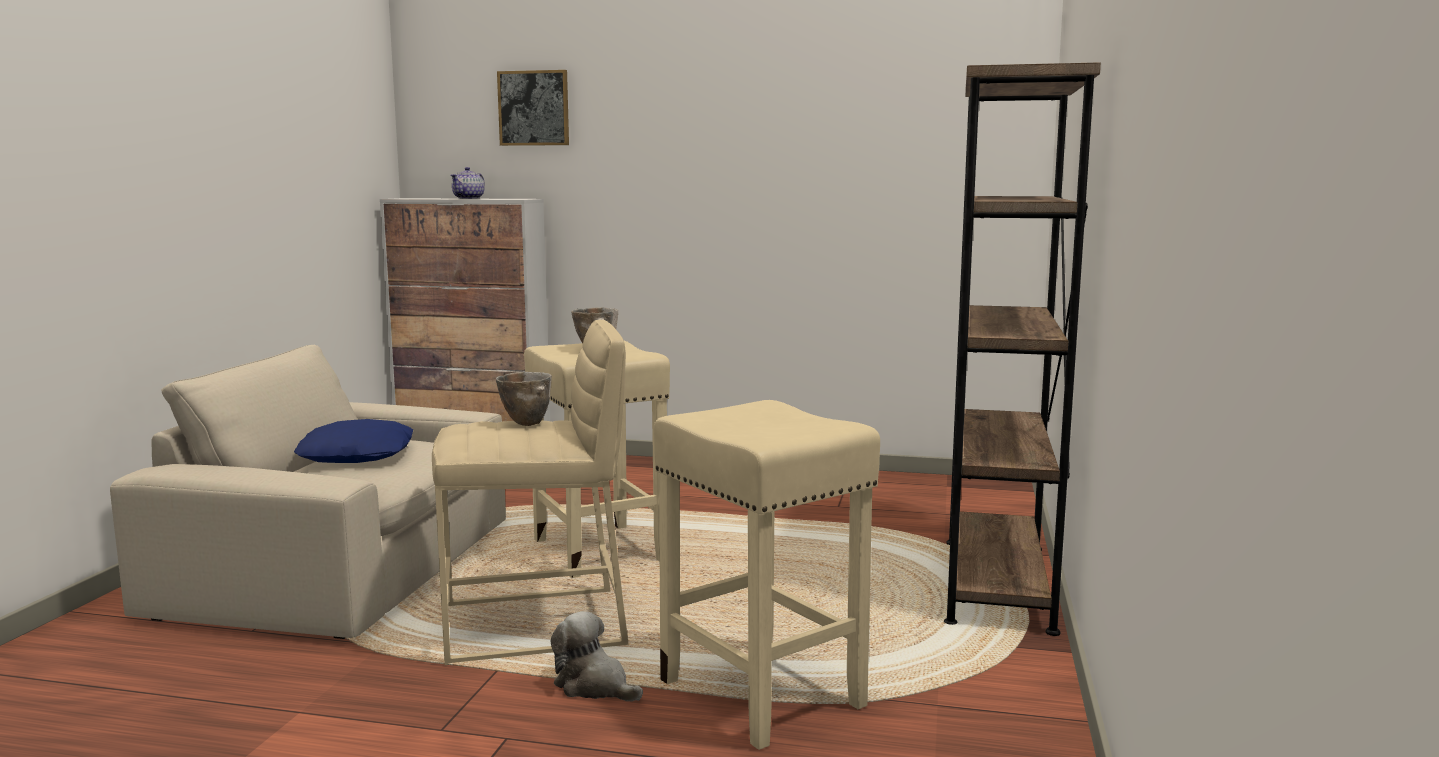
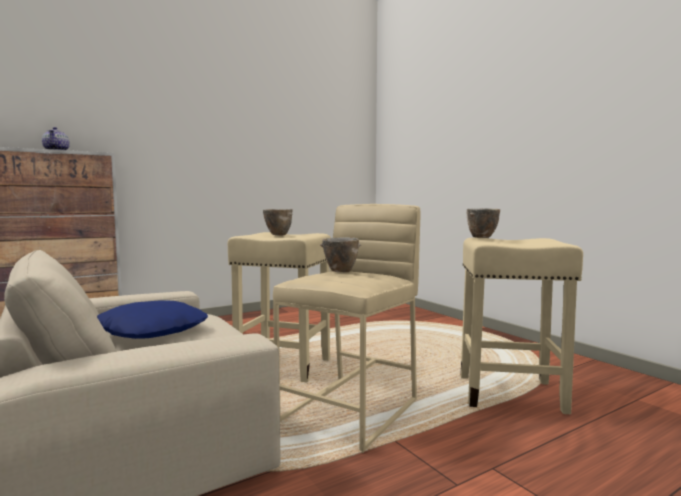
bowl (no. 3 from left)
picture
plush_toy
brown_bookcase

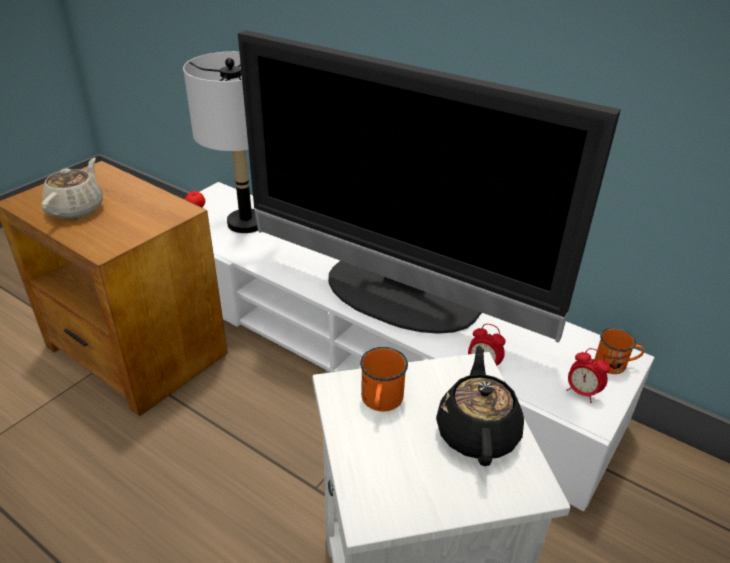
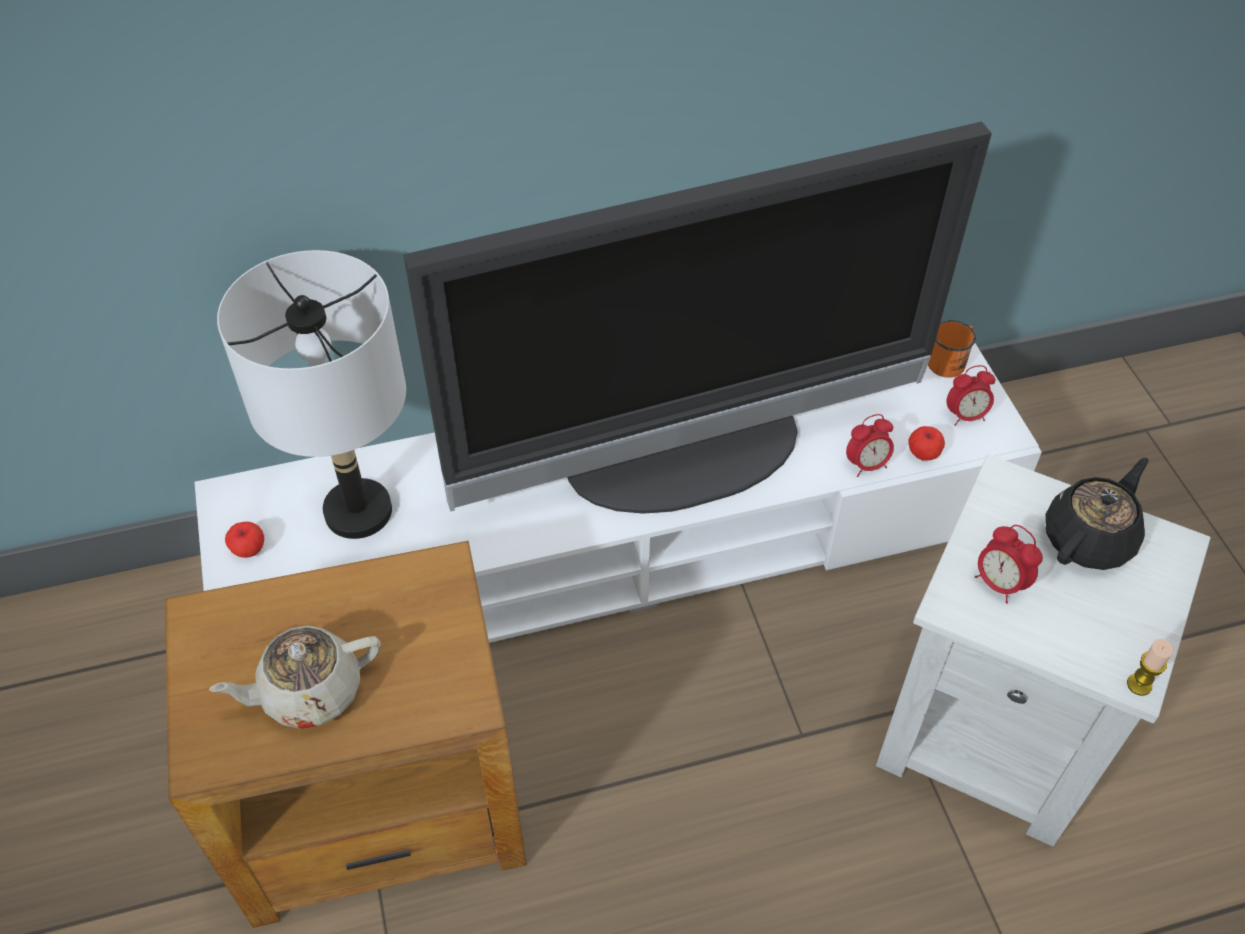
beige_teapot
apple (no. 2 from left)
alarm_clock (no. 3 from left)
black_teapot
candle

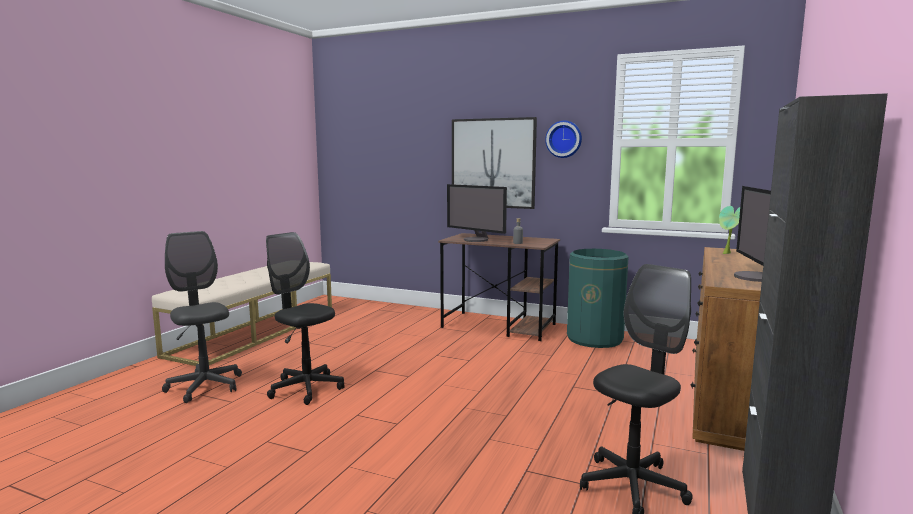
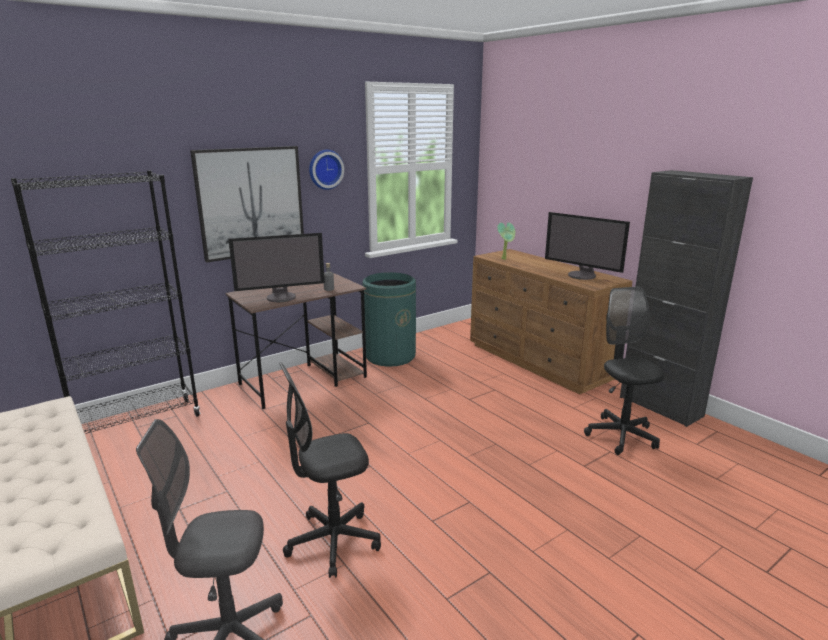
black_bookcase

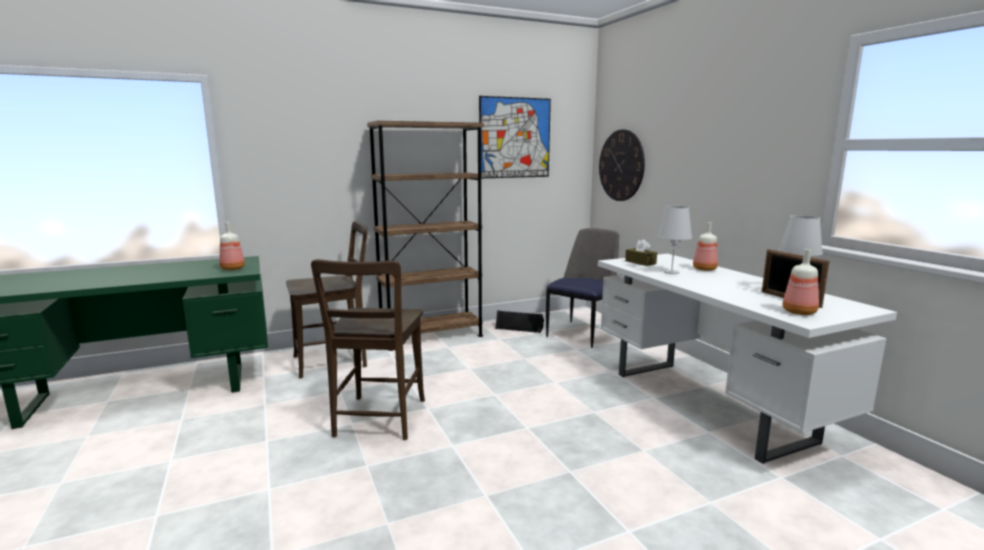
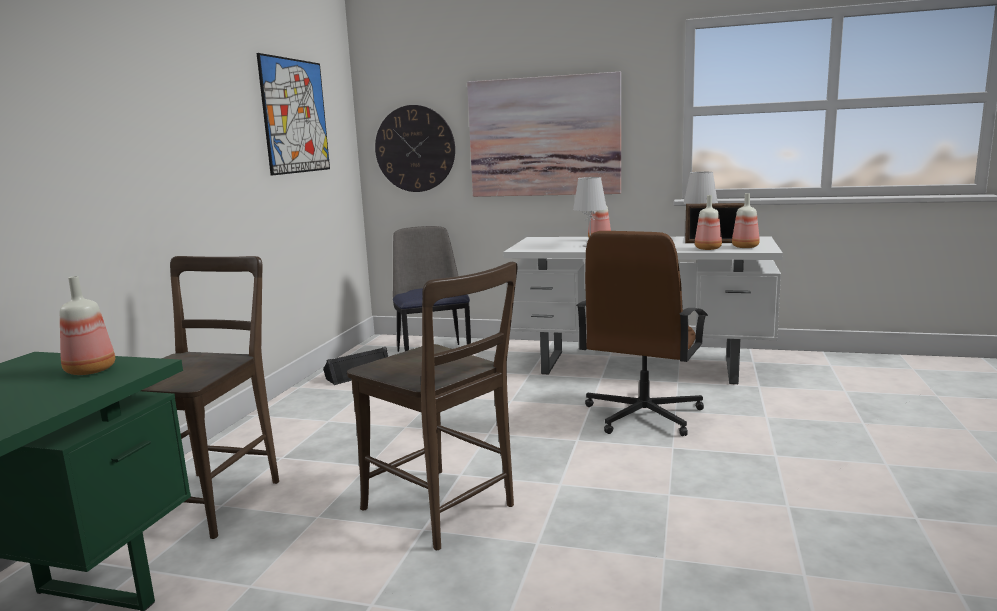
picture (no. 2 from left)
brown_office_chair
bottle (no. 3 from left)
brown_bookcase
brown_tissue_box

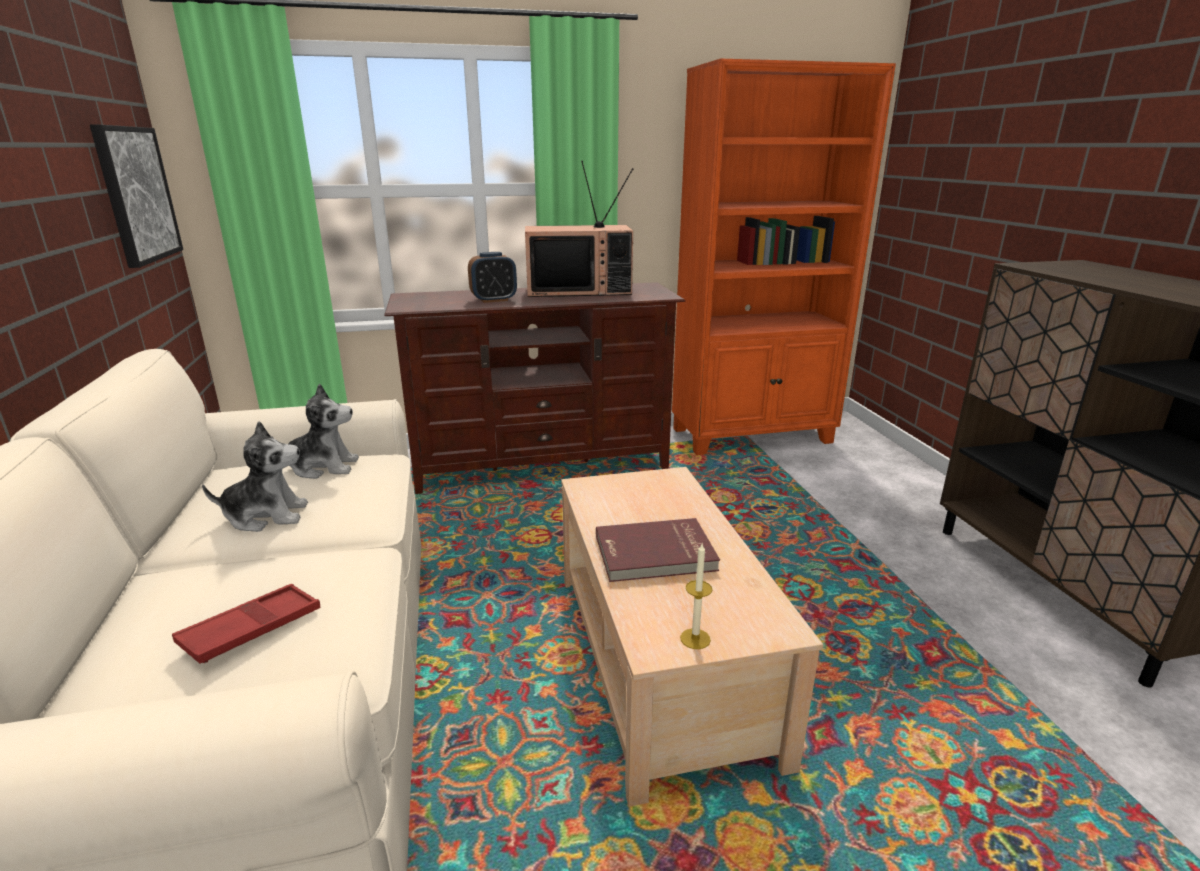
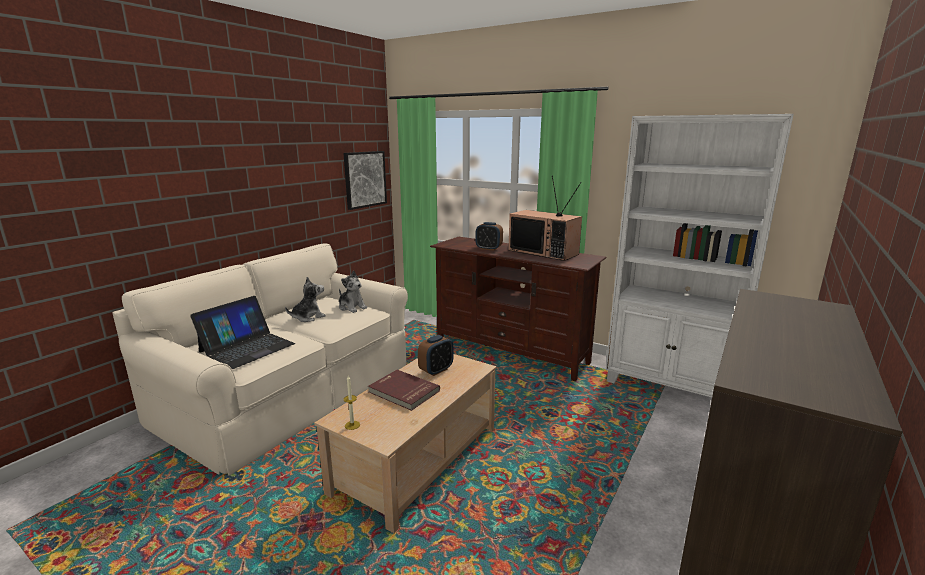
laptop
plush_toy (no. 1 from left)
alarm_clock (no. 1 from left)
white_bookcase

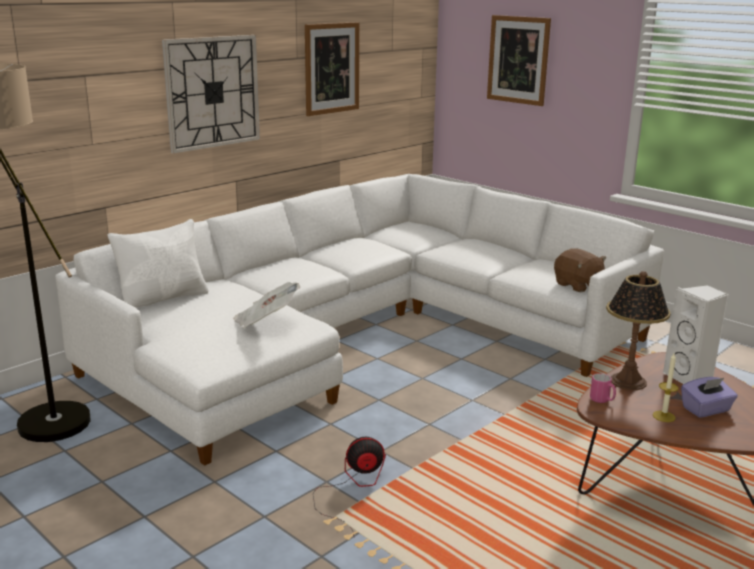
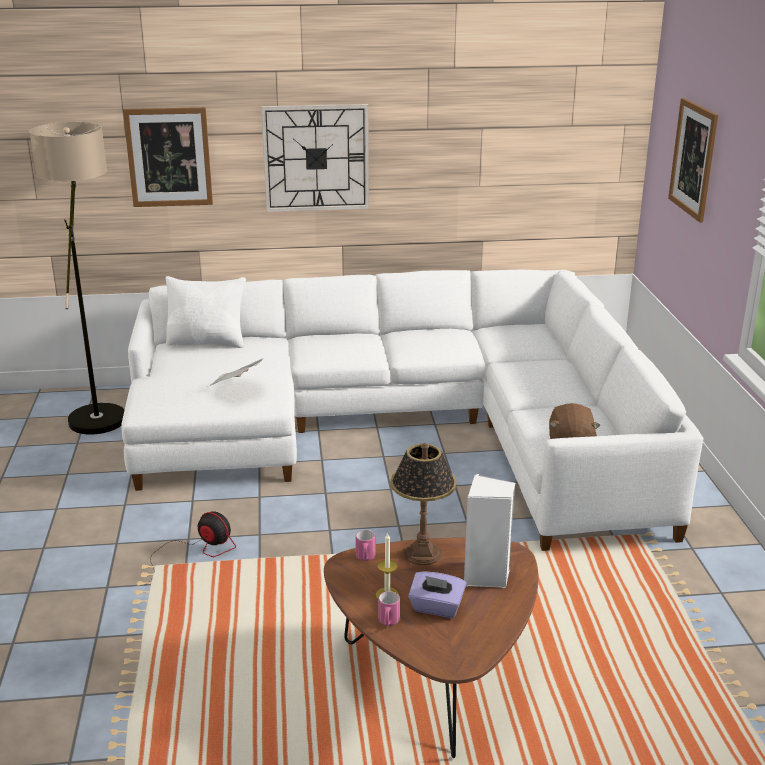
picture (no. 1 from left)
pink_mug (no. 2 from left)

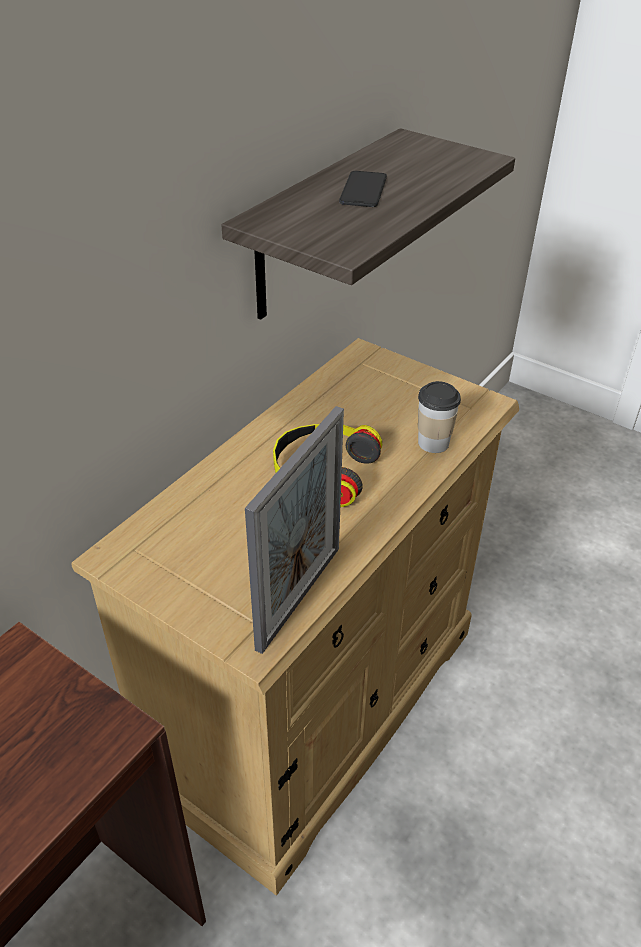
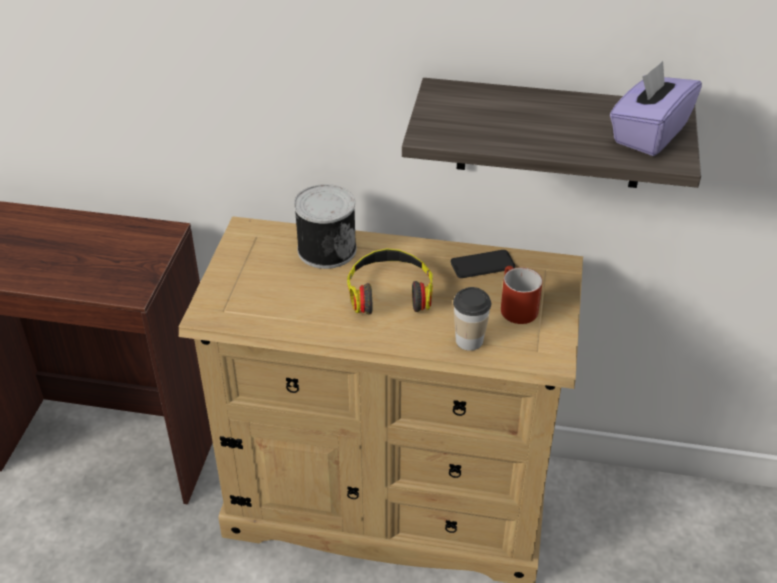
can
phone
red_mug
purple_tissue_box
picture_frame

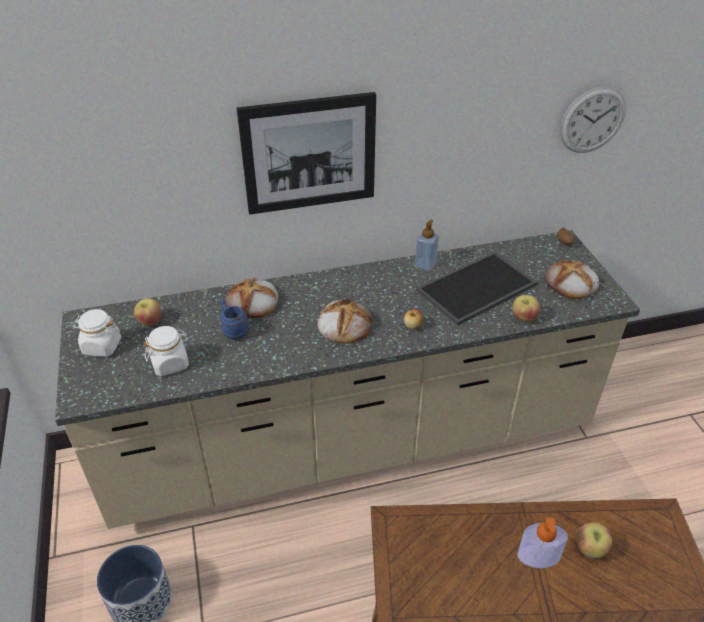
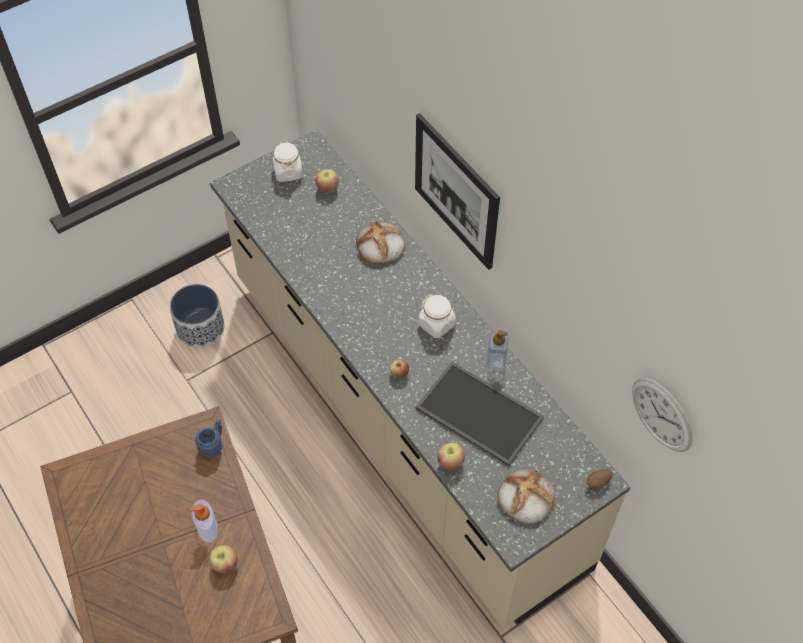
blue_mug
white_jar (no. 2 from left)
bread (no. 2 from left in the first image)

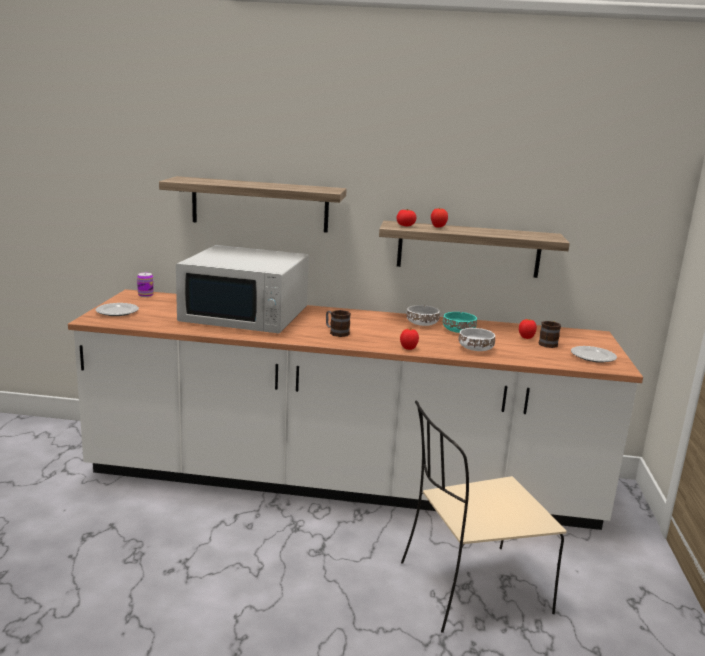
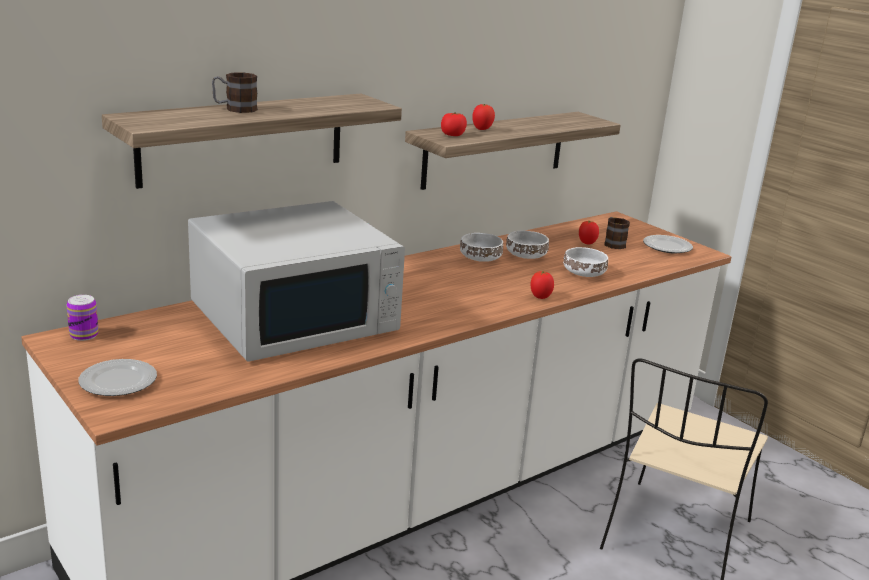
mug (no. 1 from left)
white_bowl (no. 2 from left)

